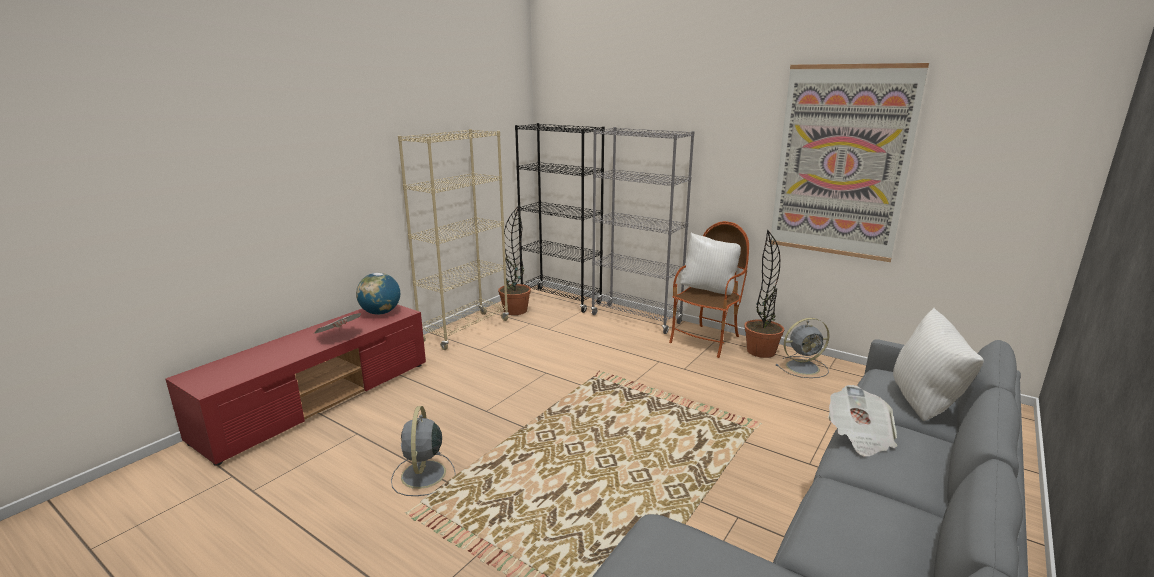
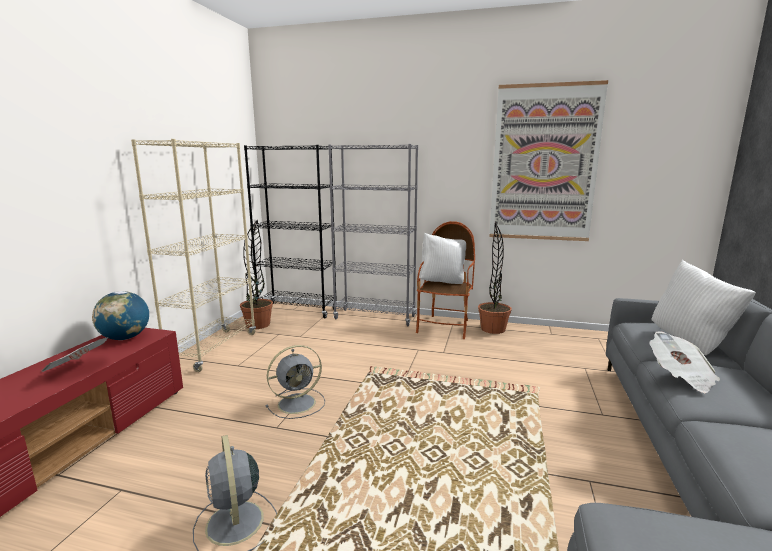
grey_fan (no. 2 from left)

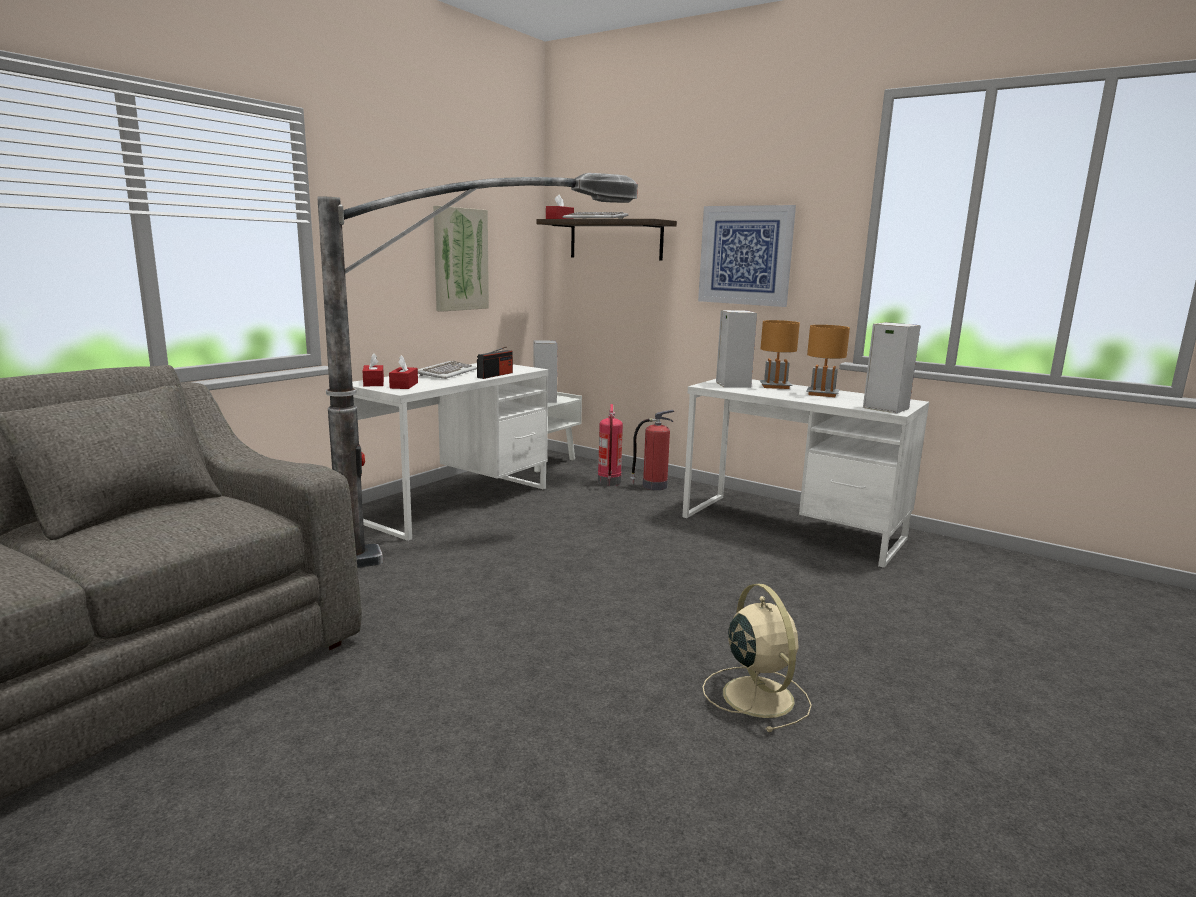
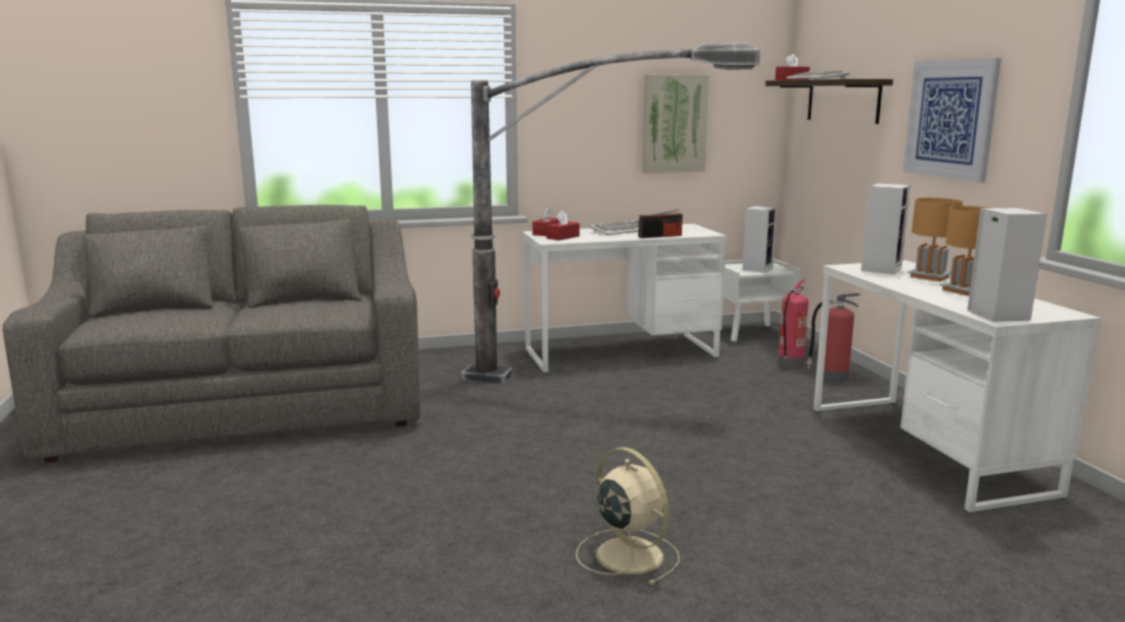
beige_fan

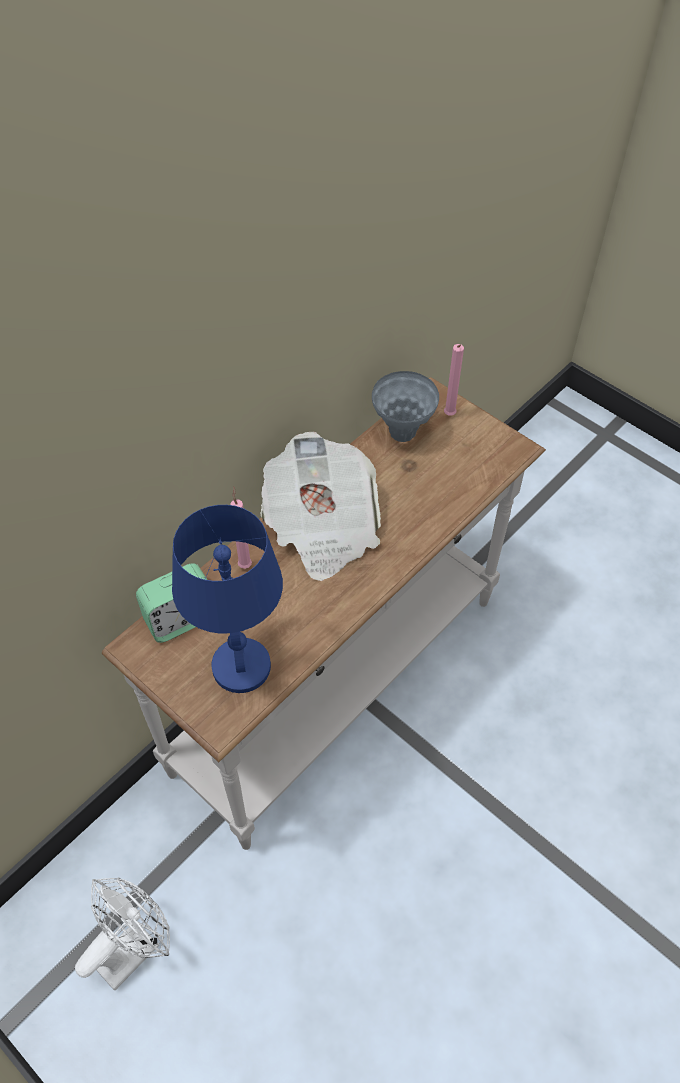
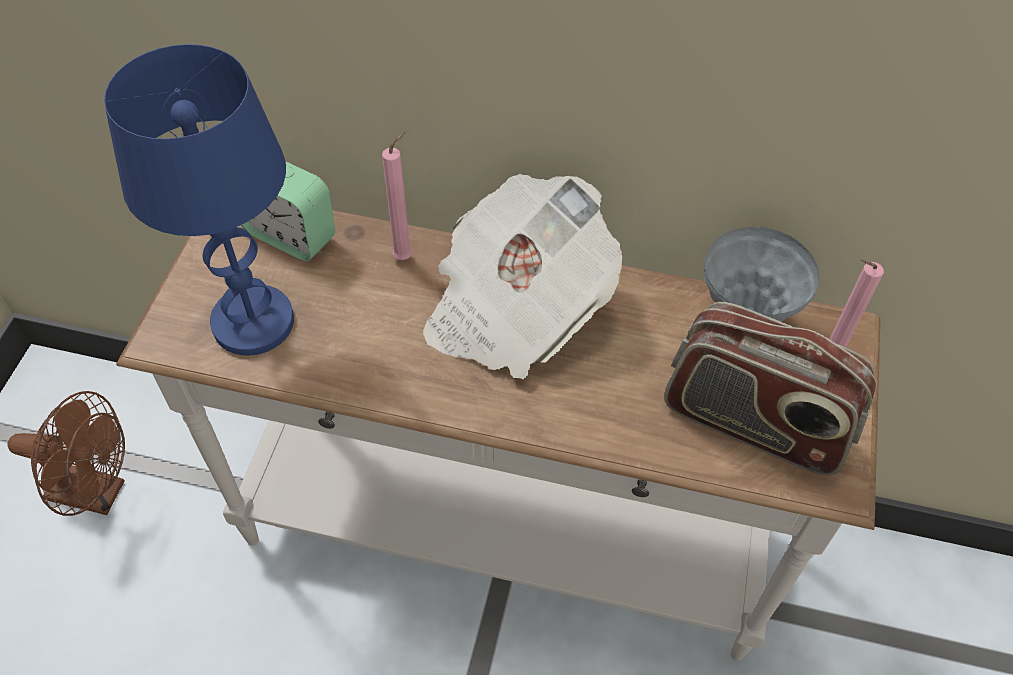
brown_fan
radio

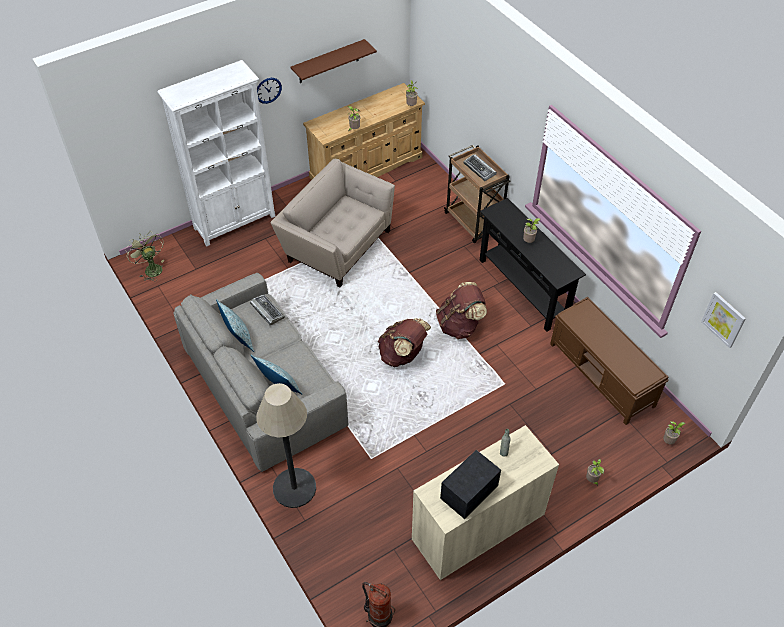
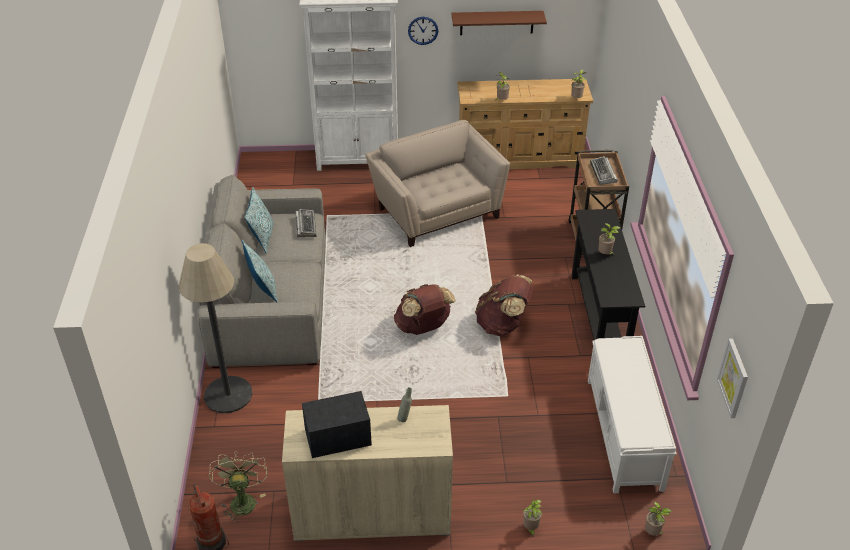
green_fan
white_bench

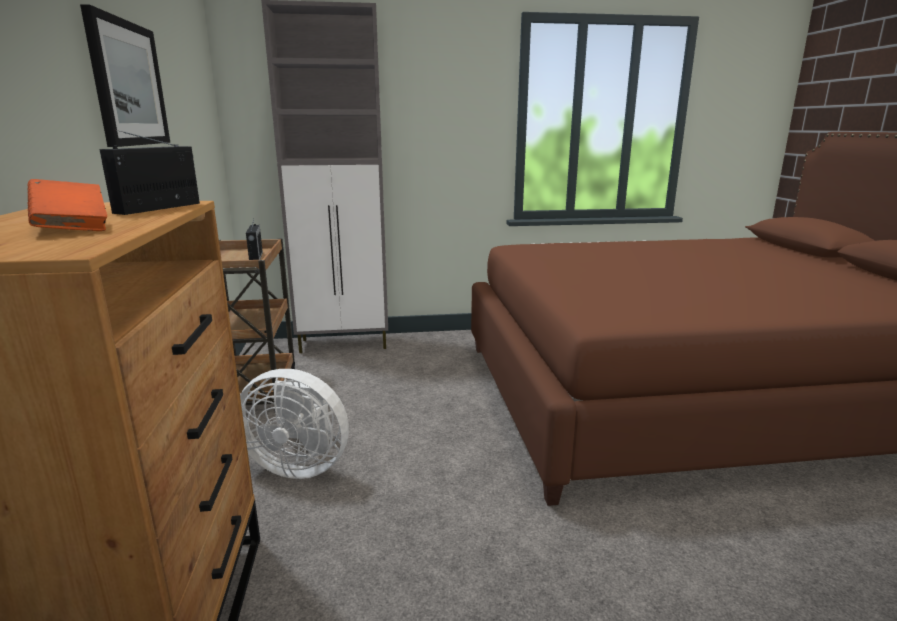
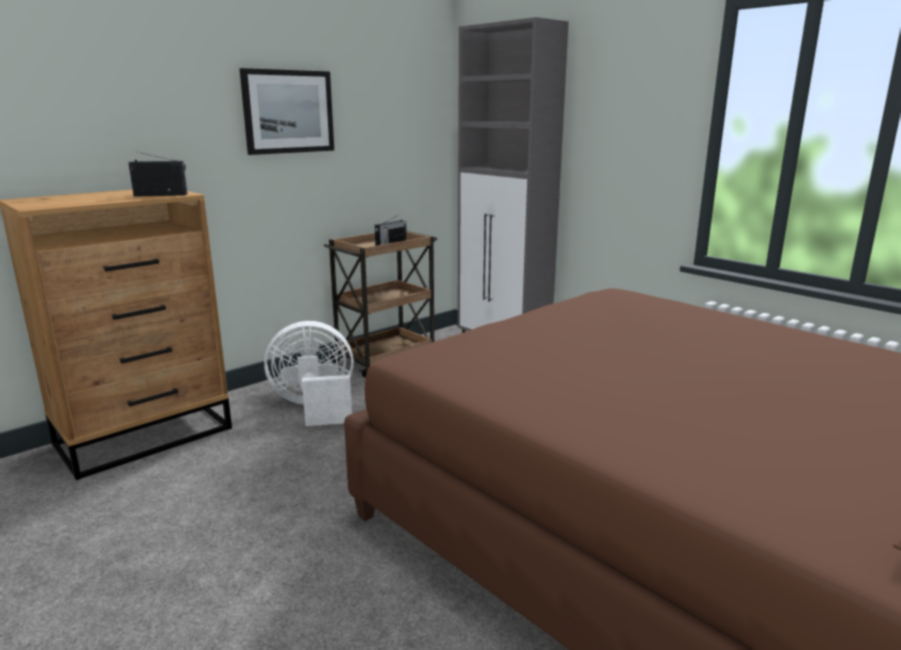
white_fan
orange_book

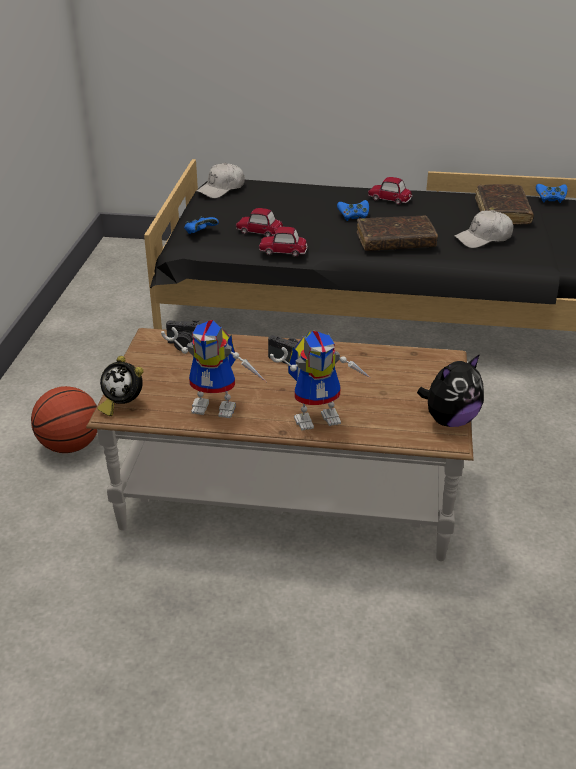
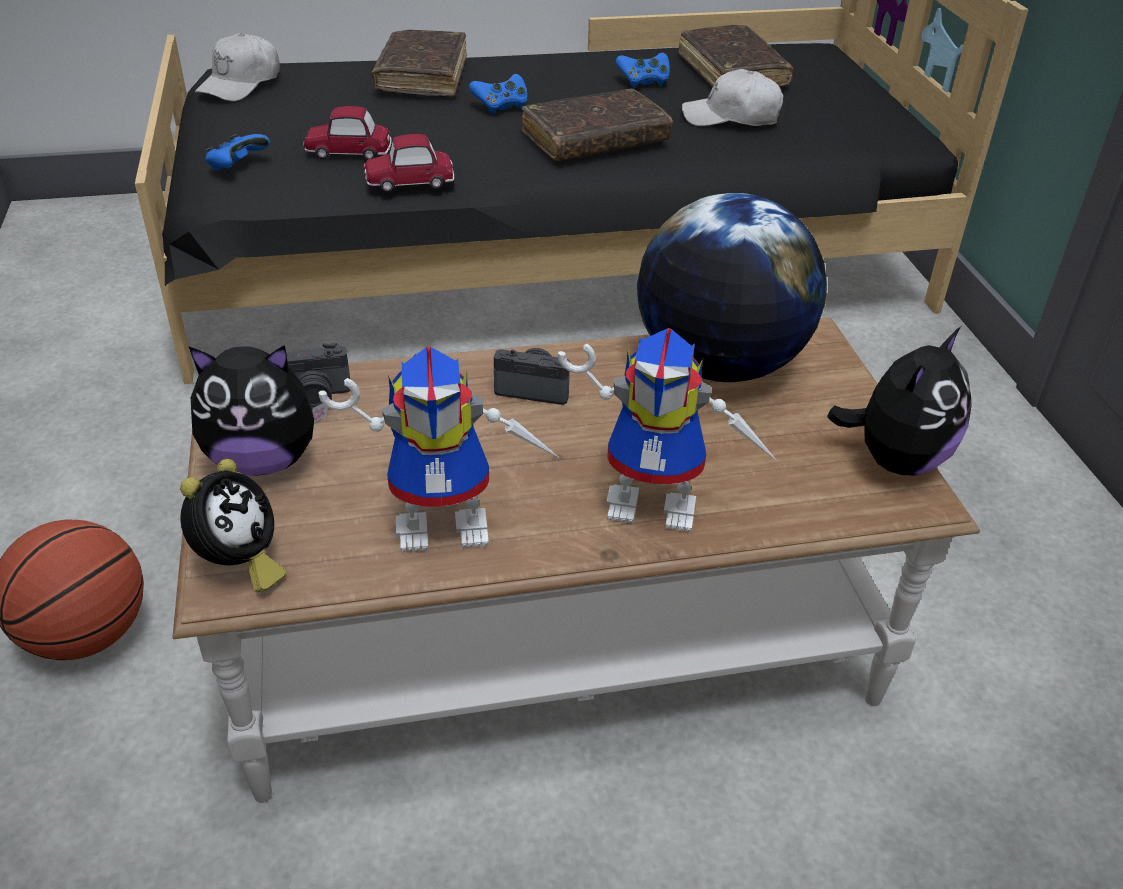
alarm_clock
plush_toy (no. 1 from left)
brown_book (no. 1 from left)
toy_robot (no. 2 from left)
blue_game_controller (no. 3 from left)
globe
white_cap (no. 2 from left)
toy_car (no. 3 from left in the first image)

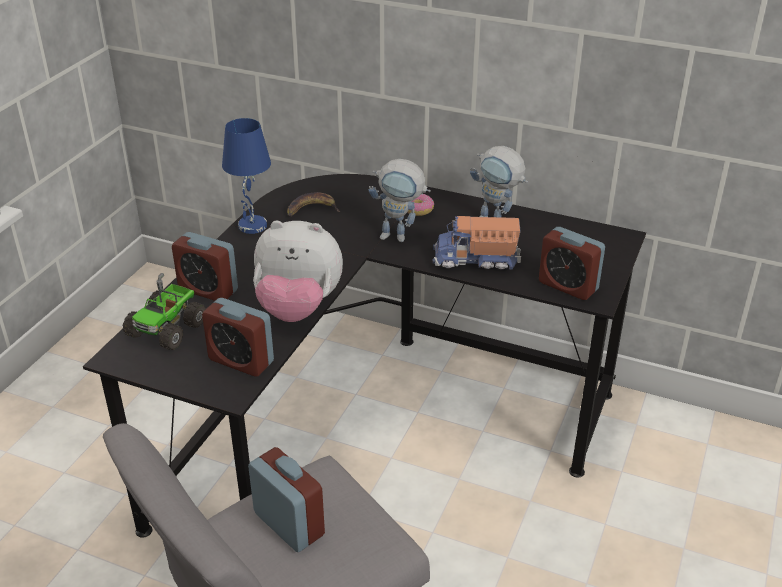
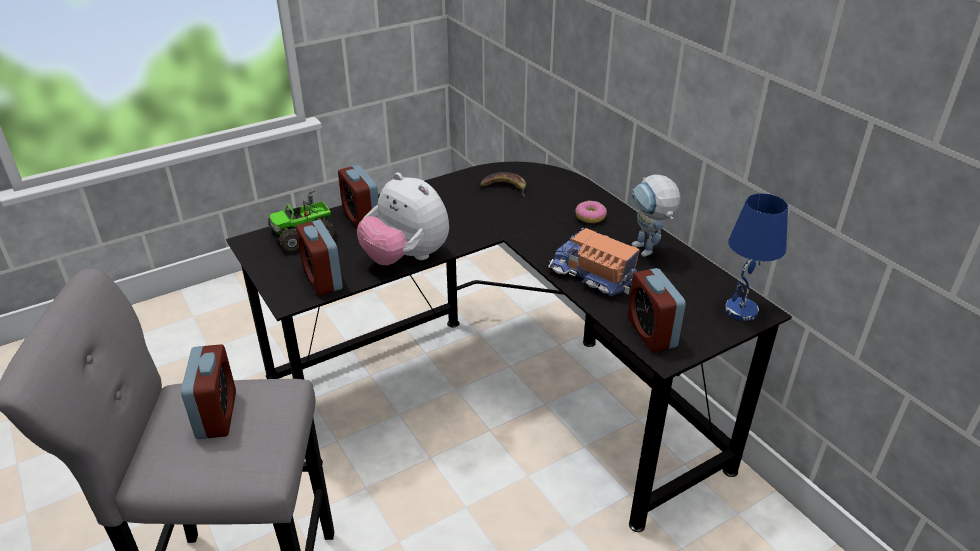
blue_table_lamp
toy_robot (no. 1 from left in the first image)

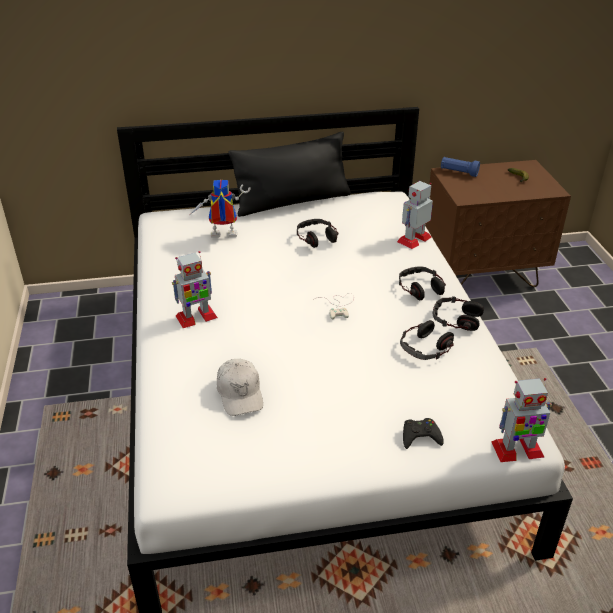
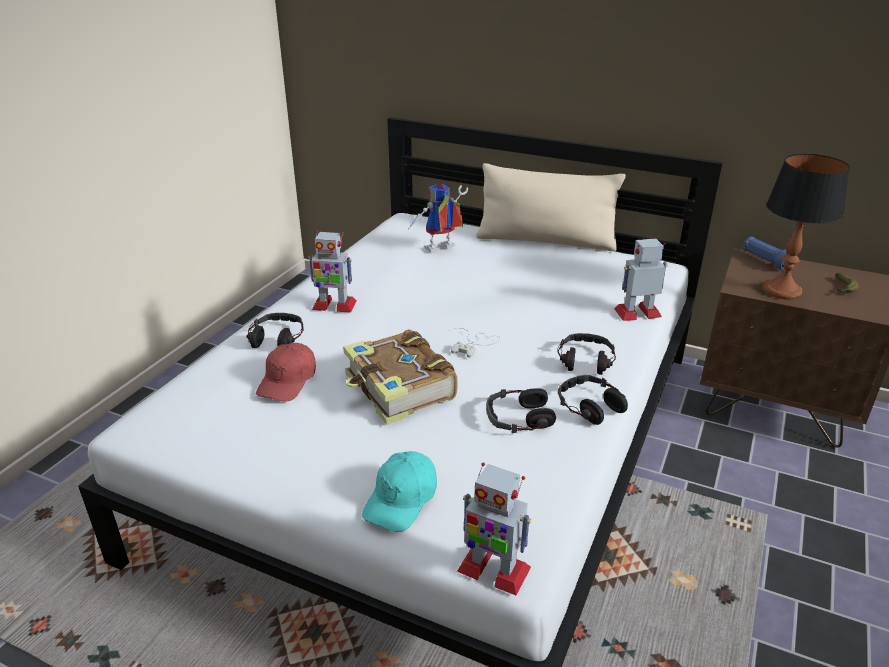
headphones (no. 1 from left)
red_cap
book
turquoise_cap
toy_robot (no. 2 from left)
beige_pillow
table_lamp

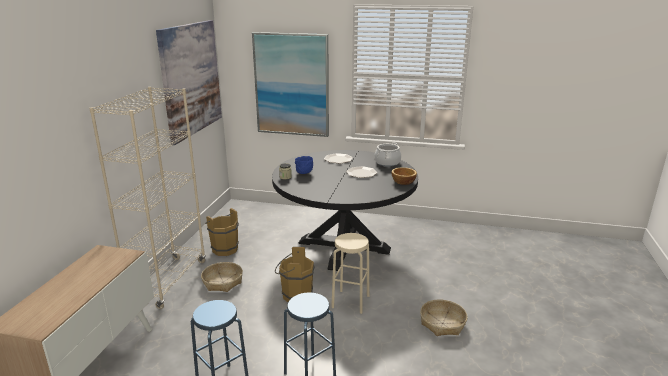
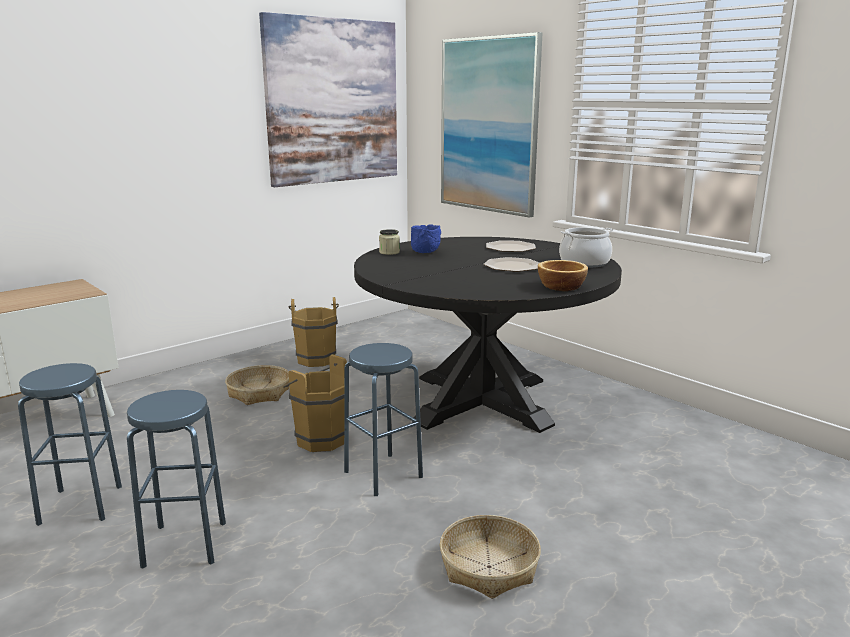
blue_stool (no. 3 from left)
beige_bookcase

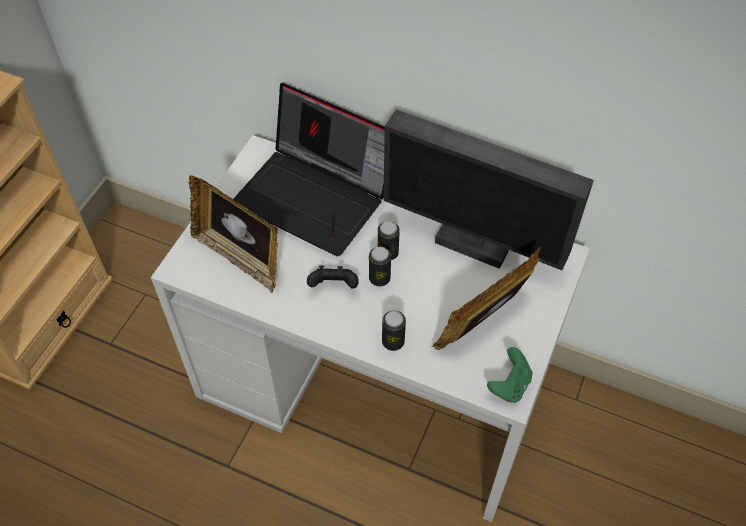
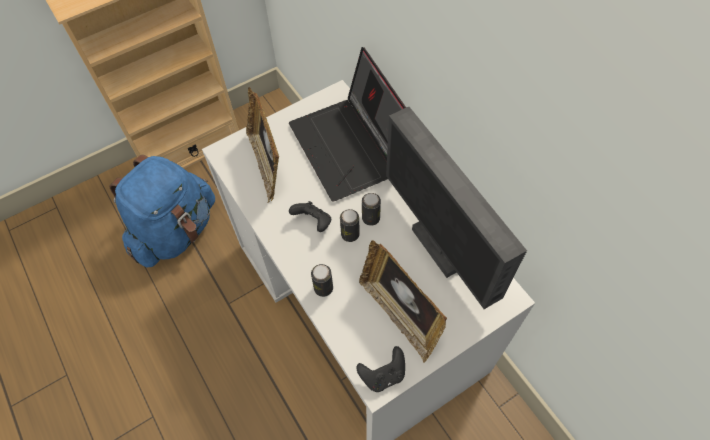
blue_backpack
black_game_controller (no. 2 from left)
picture_frame (no. 2 from left)

